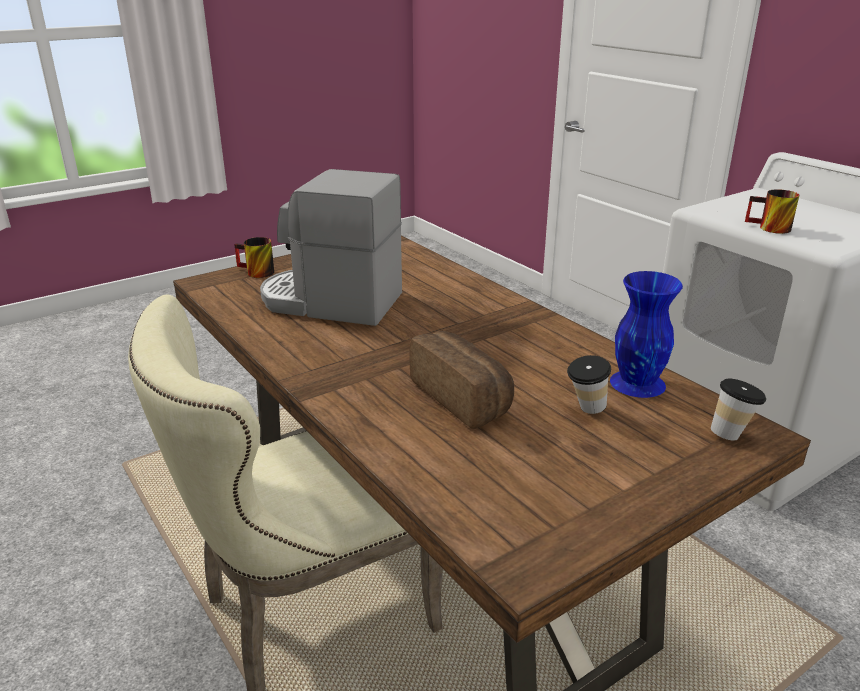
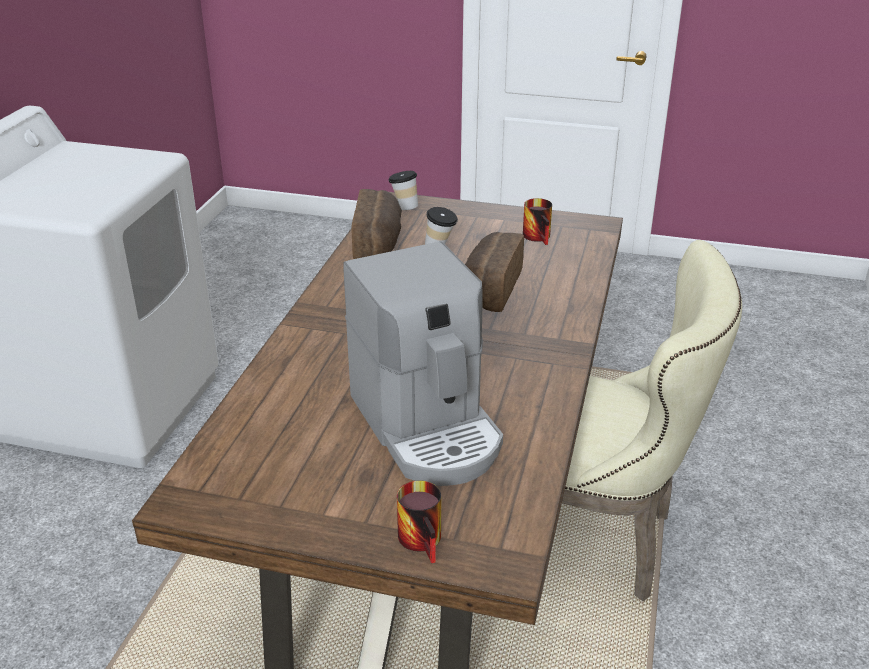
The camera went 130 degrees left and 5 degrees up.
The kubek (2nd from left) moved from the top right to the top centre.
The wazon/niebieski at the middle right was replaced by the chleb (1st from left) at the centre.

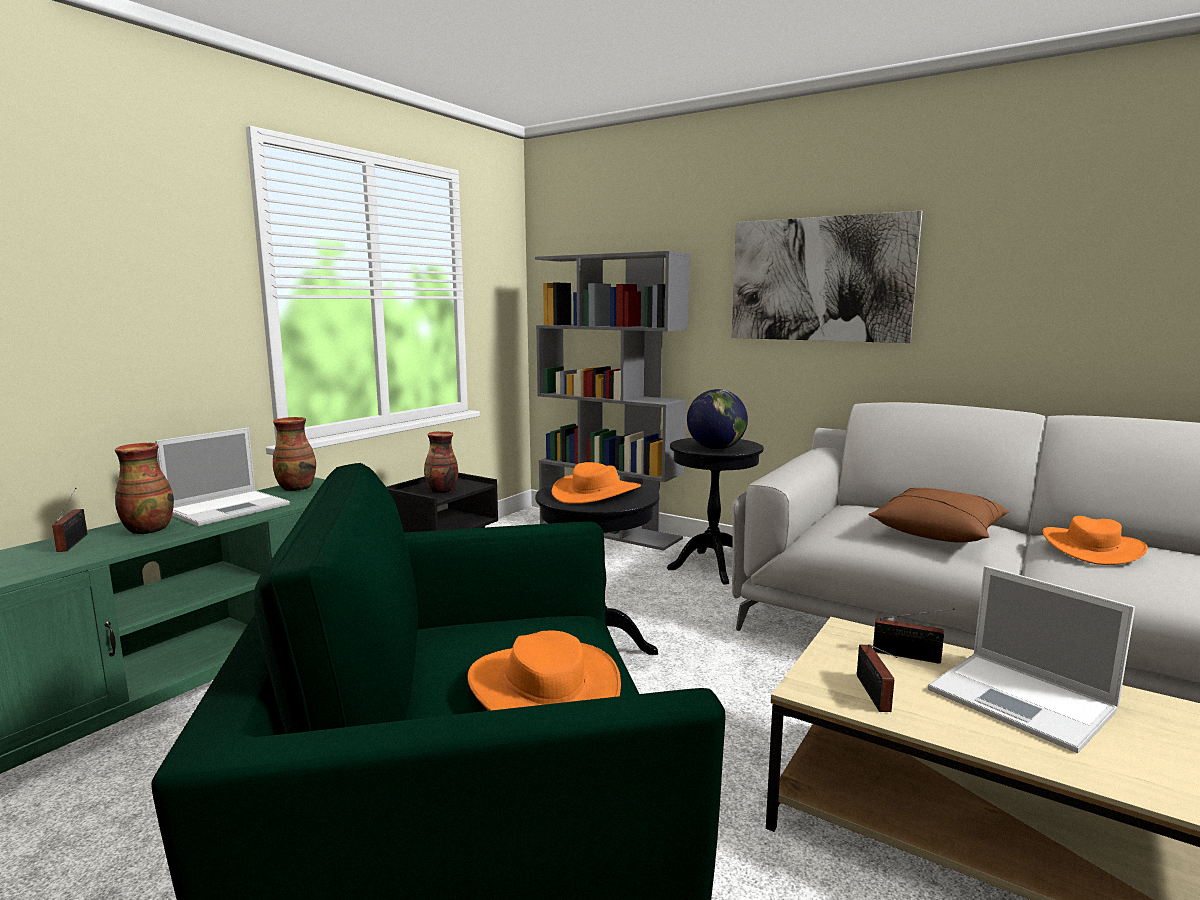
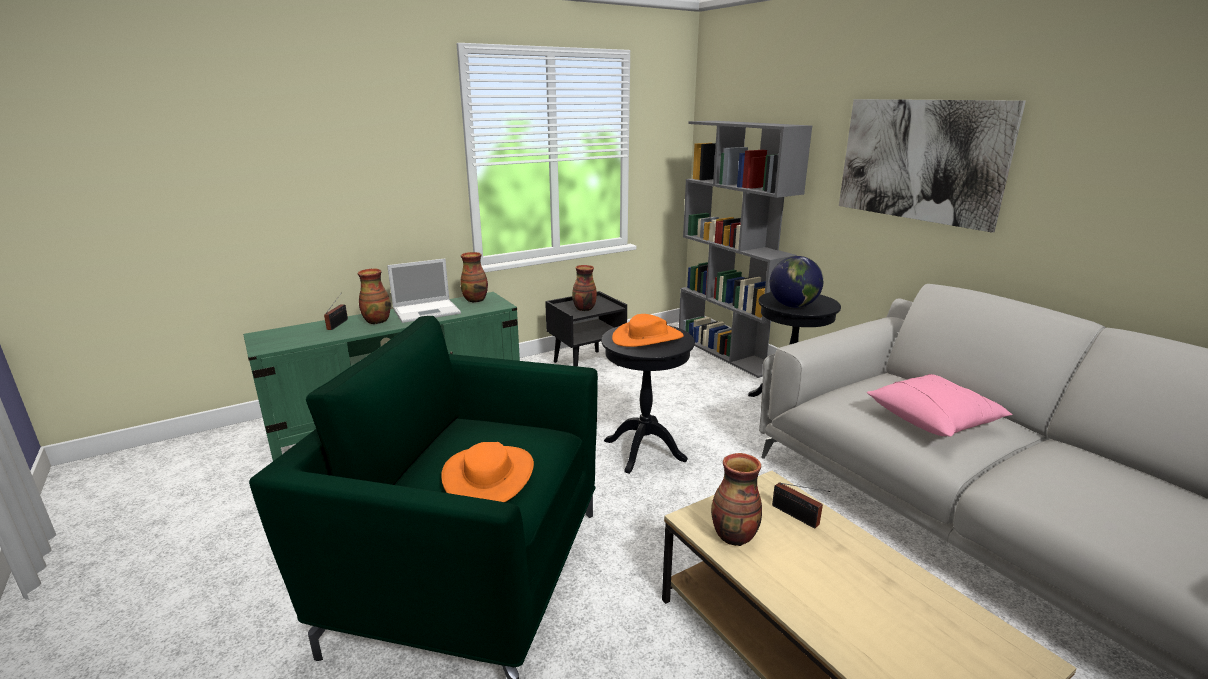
The camera went 25 degrees right and 10 degrees up.
The laptop (2nd from left) at the bottom right disappeared.
The kapelusz/pomarańczowy (3rd from left) at the middle right disappeared.
The radio (2nd from left) at the bottom right was replaced by the wazon (4th from left) at the bottom centre.
The poduszka/brązowy at the middle right became the poduszka/różowy at the middle right.

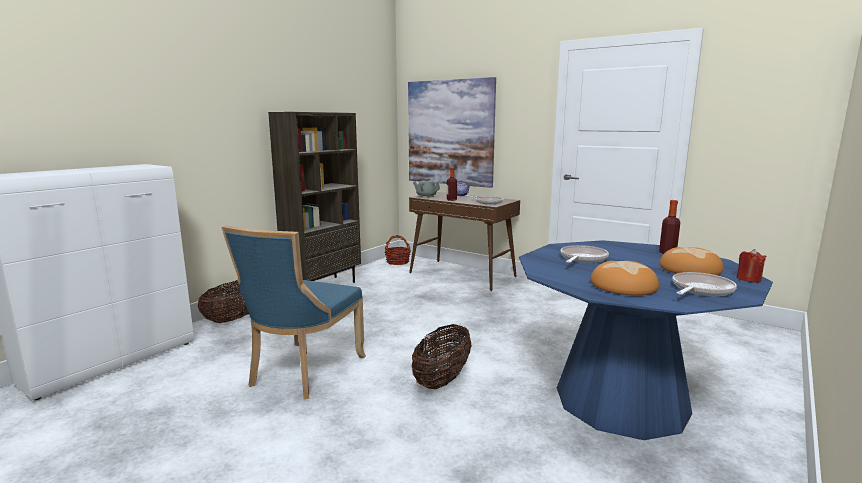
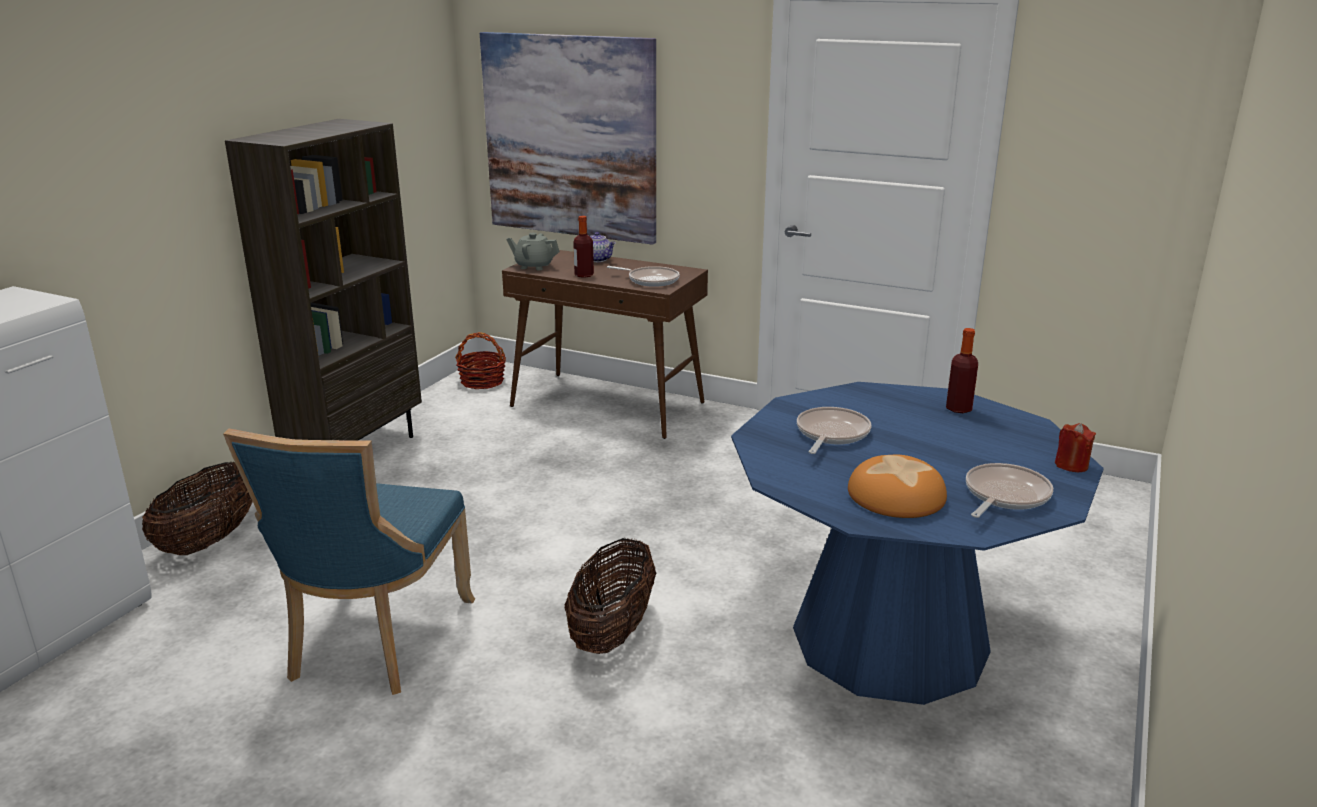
The camera went 10 degrees left and 10 degrees up.
The chleb (2nd from left) at the middle right disappeared.

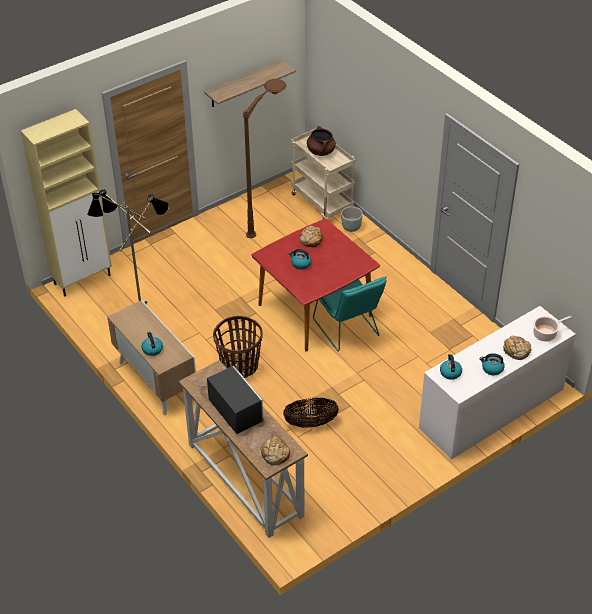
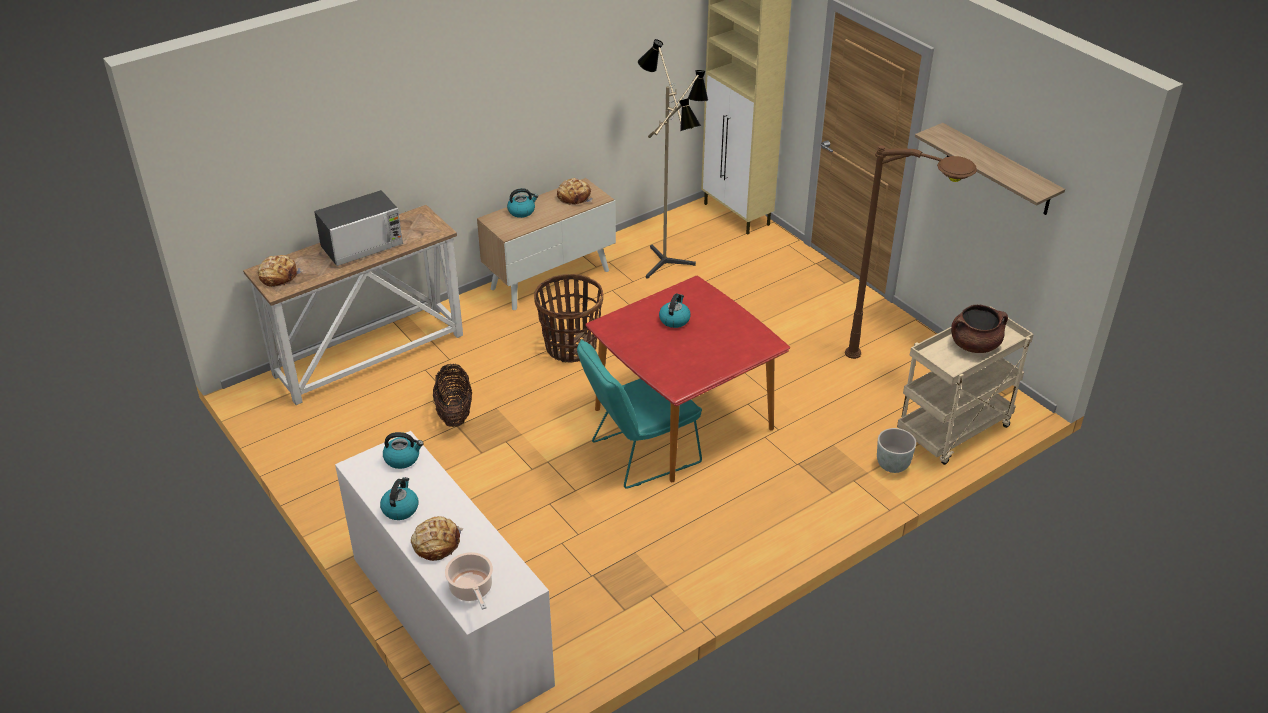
The camera went 90 degrees right and 5 degrees down.
The chleb (2nd from left in the first image) moved from the centre to the top centre.

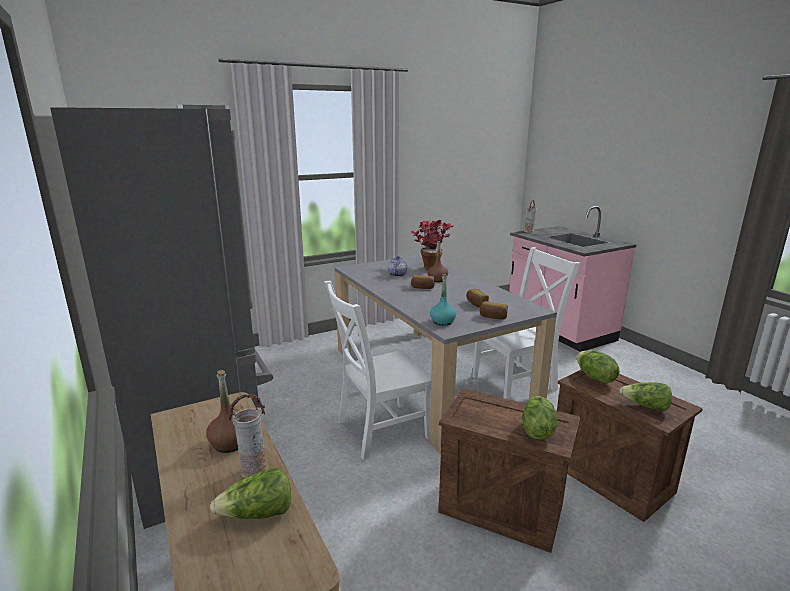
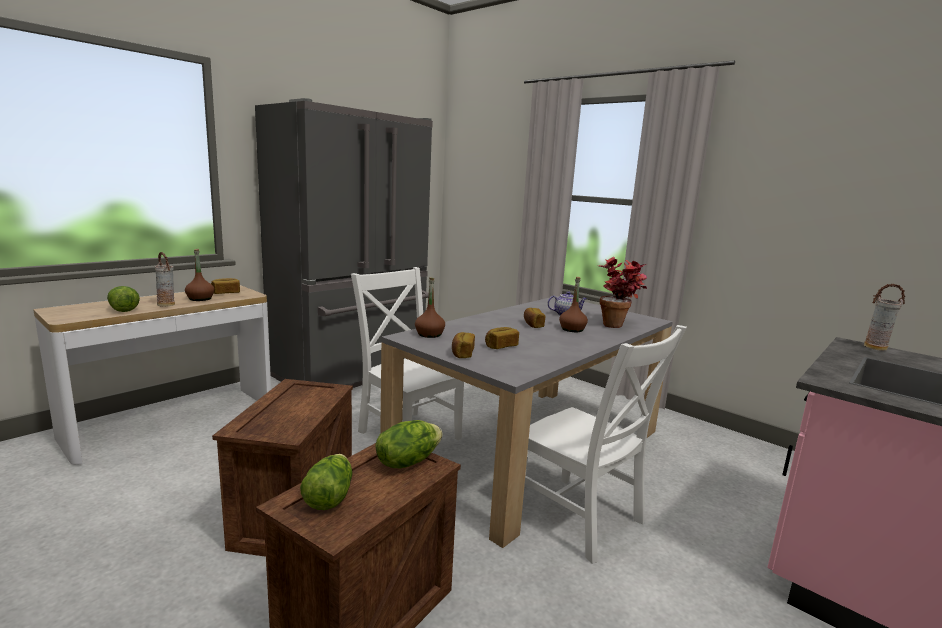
The camera went 70 degrees right and 5 degrees down.
The sałata (2nd from left) at the bottom right disappeared.
The chleb (1st from left) at the middle left appeared.
The butelka/turkusowy at the centre became the butelka/brązowy (2nd from left) at the centre.

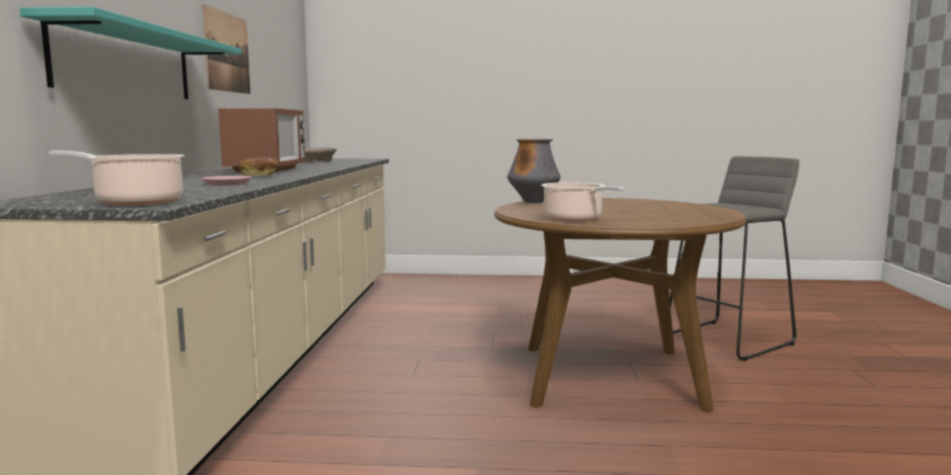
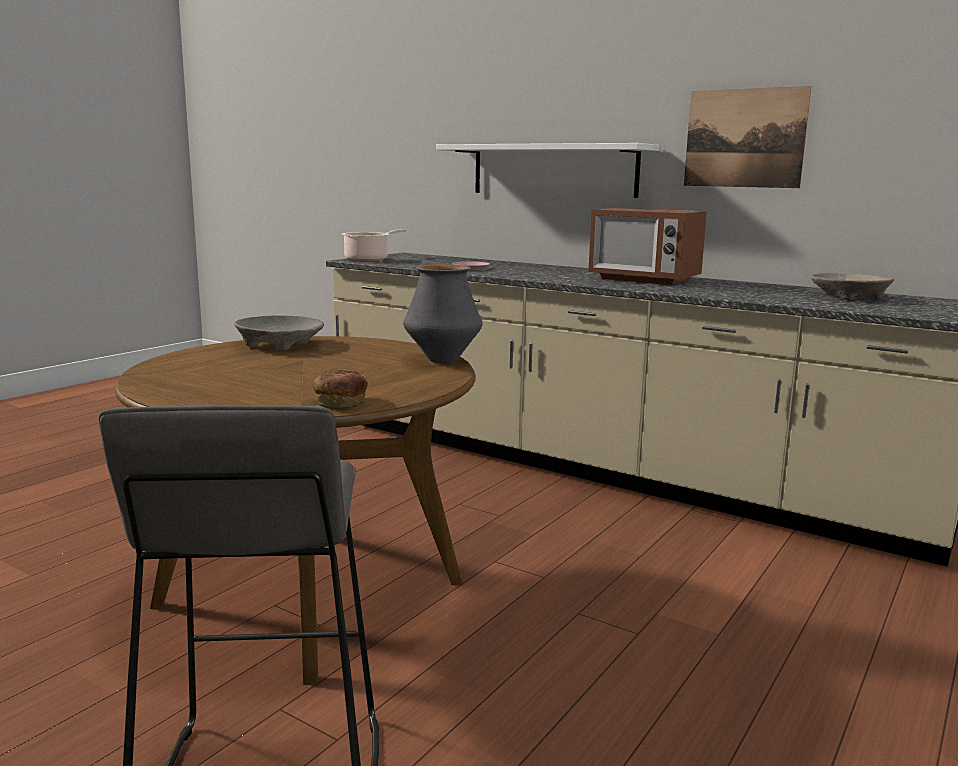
The camera went 120 degrees right and 5 degrees up.
The chleb moved from the middle left to the centre.
The garnek (2nd from left) at the centre was replaced by the miska/beżowy (1st from left) at the middle left.
The półka/turkusowy at the top left became the półka/biały at the top centre.

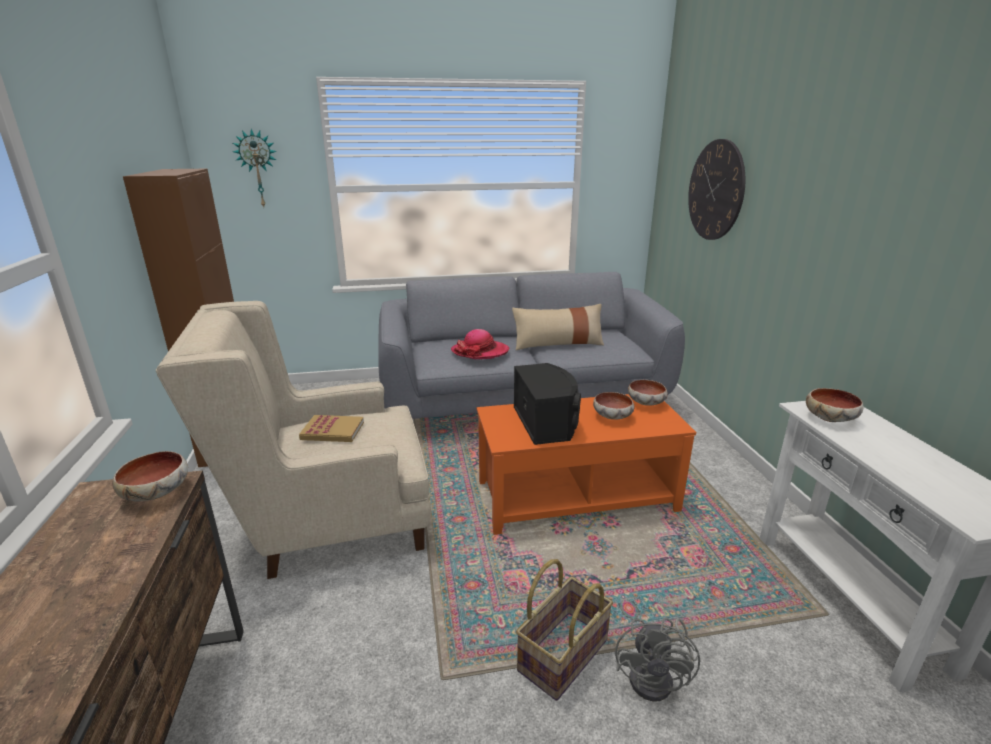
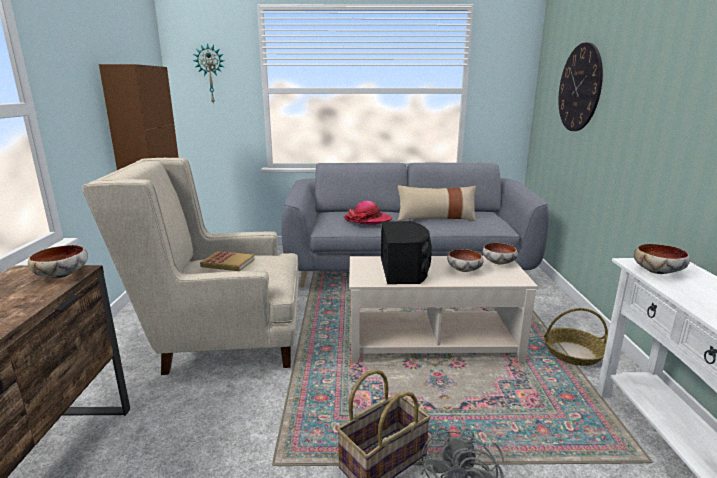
The camera went 10 degrees right and 5 degrees down.
The koszyk (2nd from left) at the bottom right appeared.
The ława/pomarańczowy at the centre became the ława/beżowy at the centre.

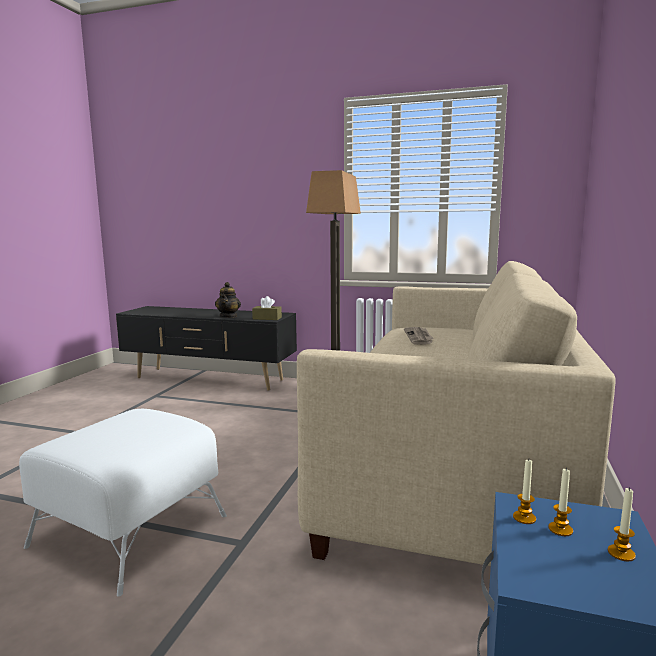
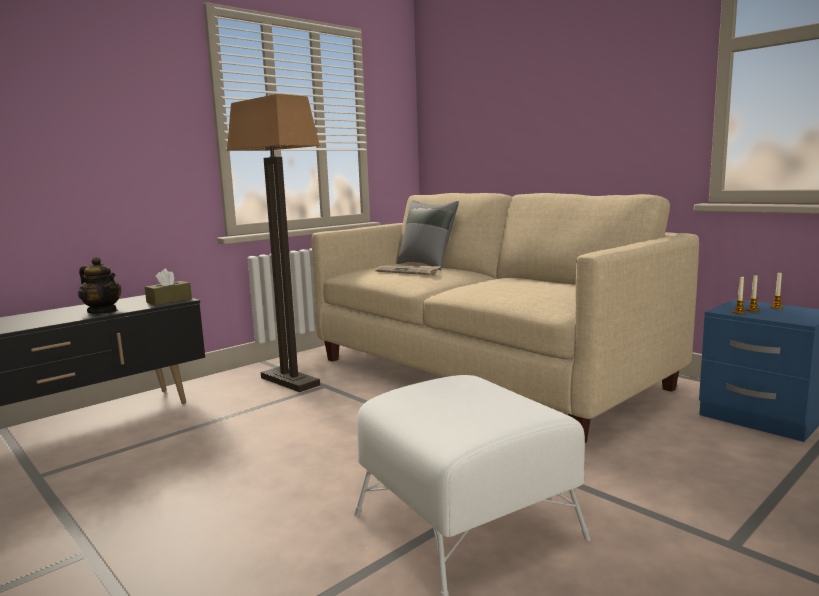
The camera went 60 degrees left and 0 degrees up.
The poduszka/szary at the centre appeared.

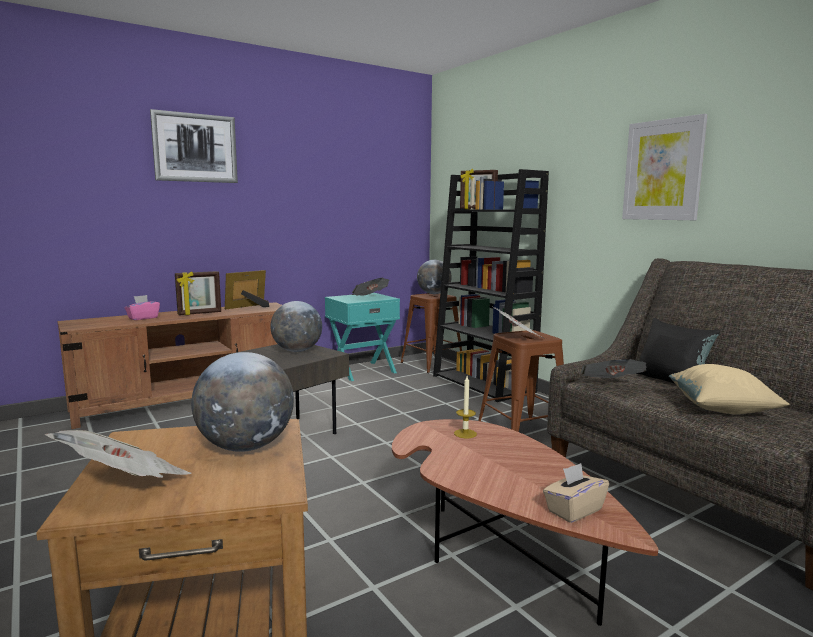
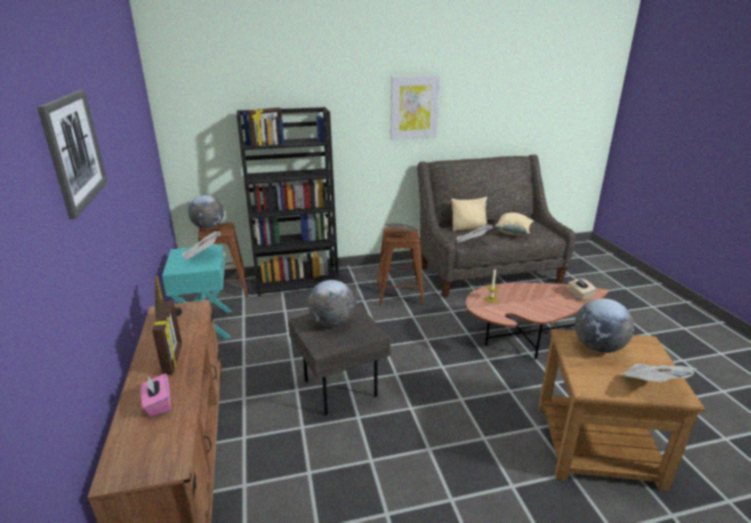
The camera went 70 degrees left and 15 degrees up.
The poduszka/czarny at the middle right became the poduszka/beżowy (1st from left) at the centre.

